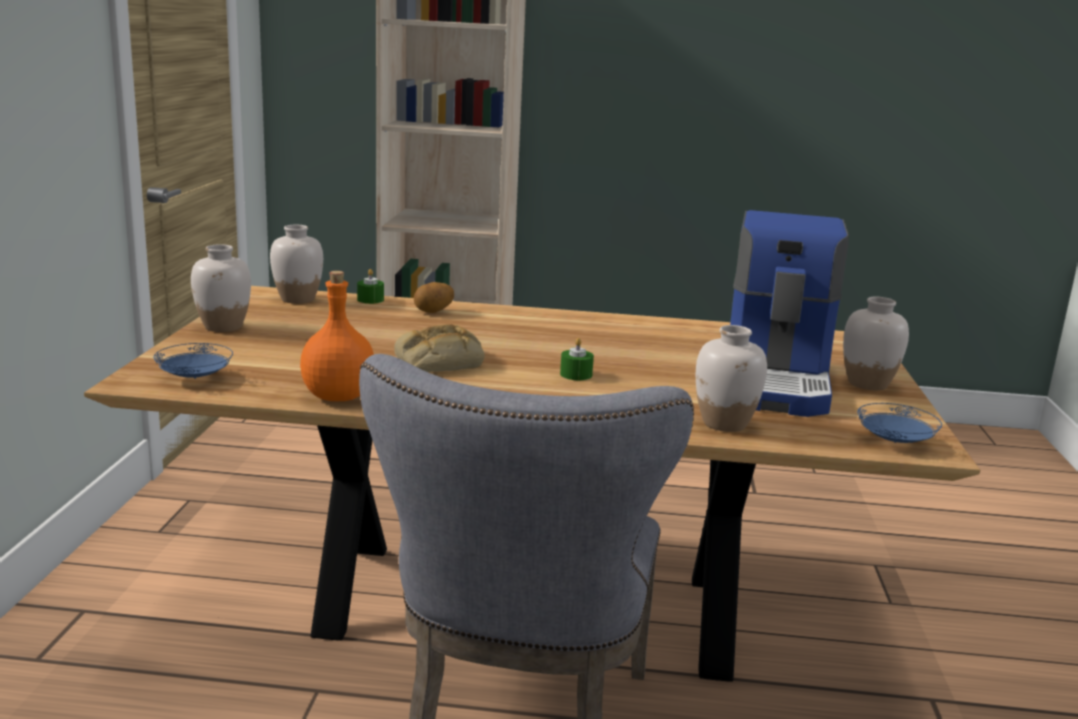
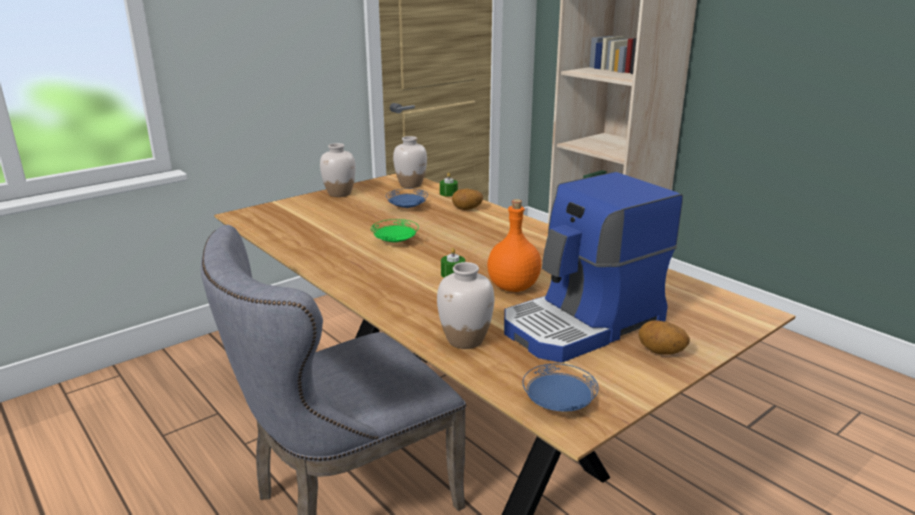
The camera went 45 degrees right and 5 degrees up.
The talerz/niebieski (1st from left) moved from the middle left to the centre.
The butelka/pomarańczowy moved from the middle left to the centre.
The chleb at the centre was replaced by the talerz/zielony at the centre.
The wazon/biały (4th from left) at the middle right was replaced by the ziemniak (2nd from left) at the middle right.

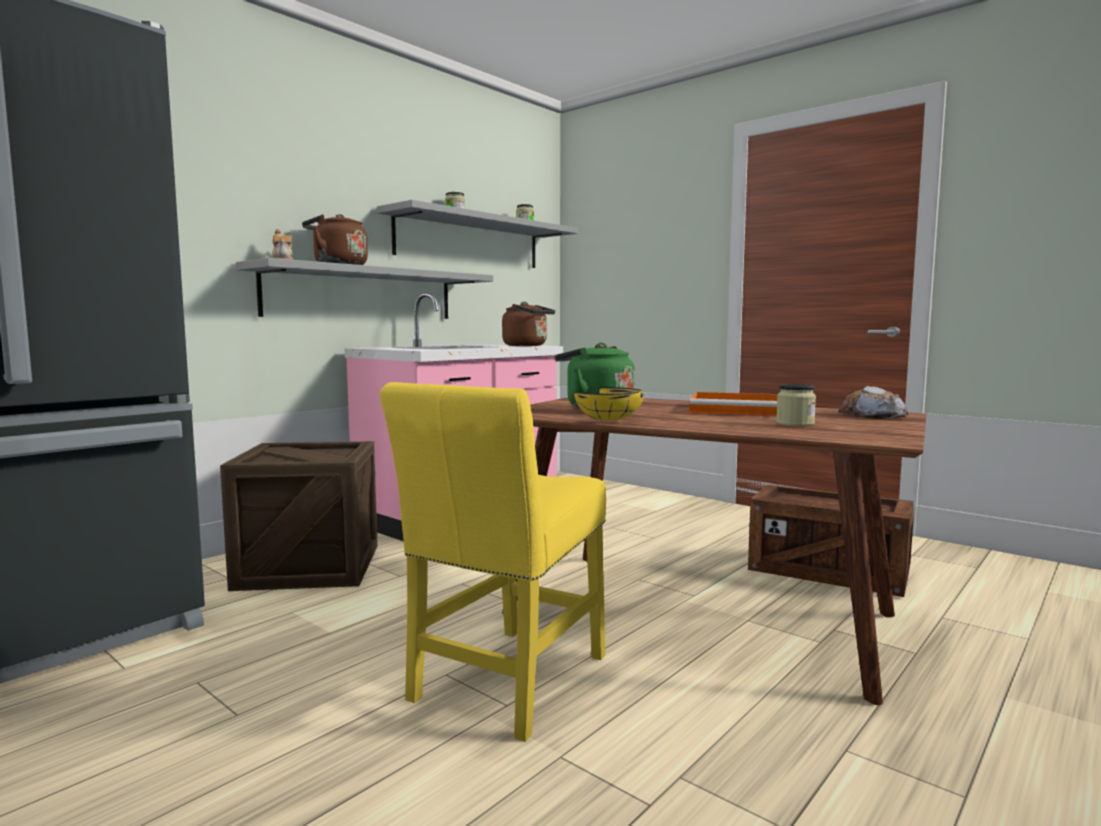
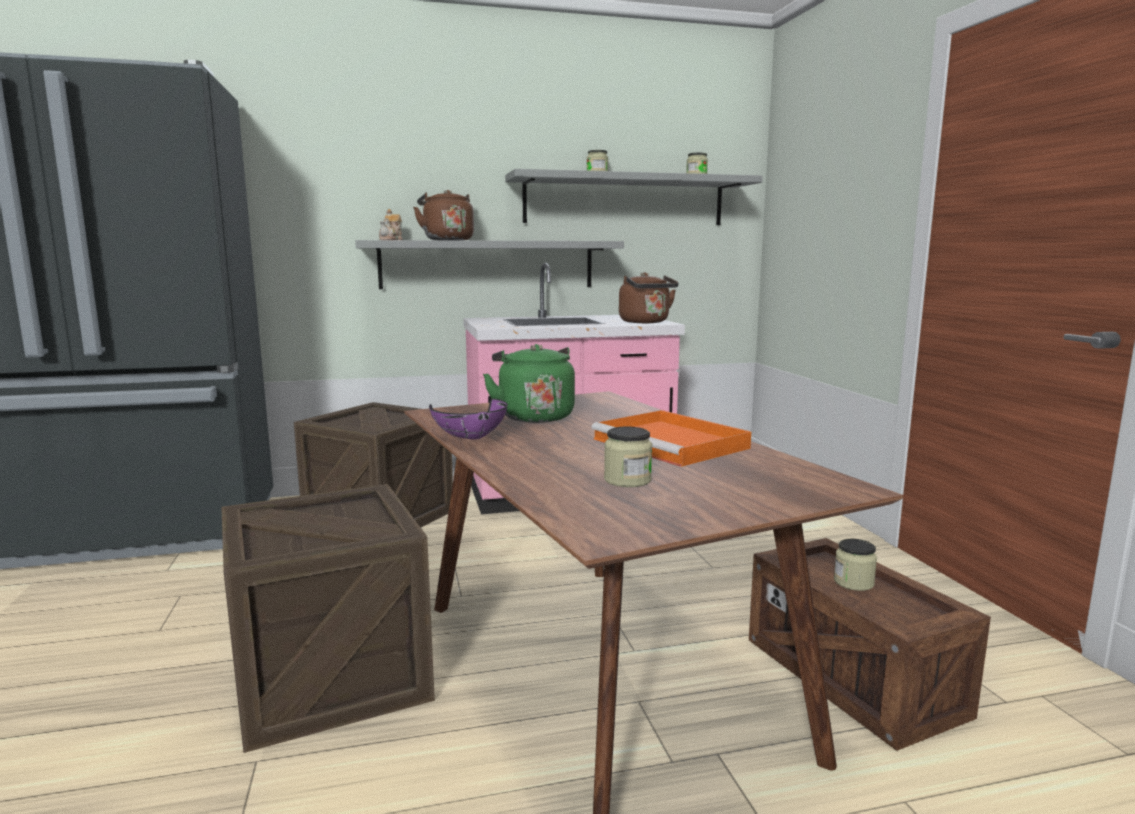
The camera went 35 degrees right and 5 degrees up.
The chleb at the middle right disappeared.
The słoik (4th from left) at the bottom right appeared.
The krzesło/żółty at the bottom centre was replaced by the skrzynka (1st from left) at the bottom left.
The miska/żółty at the centre became the miska/fioletowy at the centre.

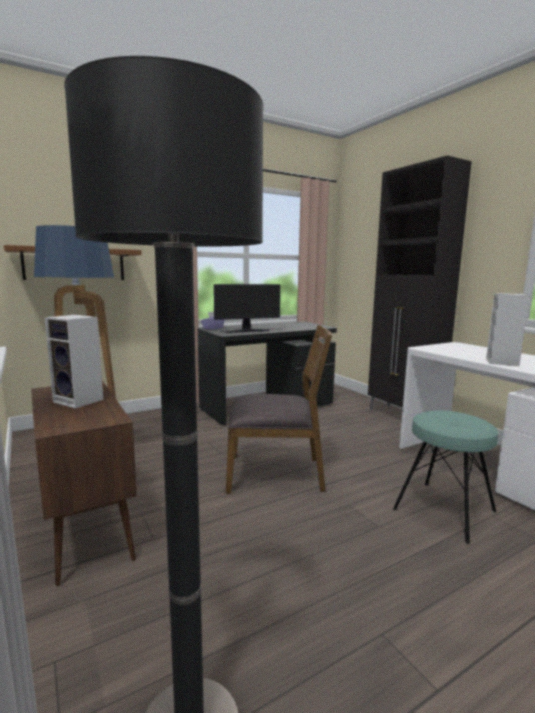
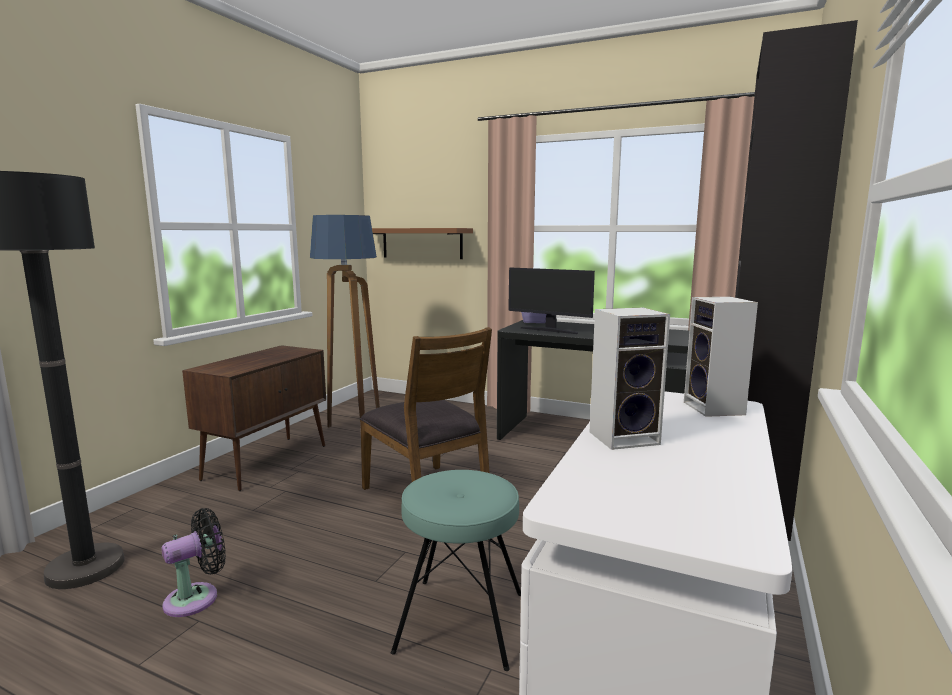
The camera went 55 degrees right and 0 degrees up.
The wentylator/czarny at the bottom left appeared.
The głośnik (1st from left in the first image) moved from the middle left to the middle right.

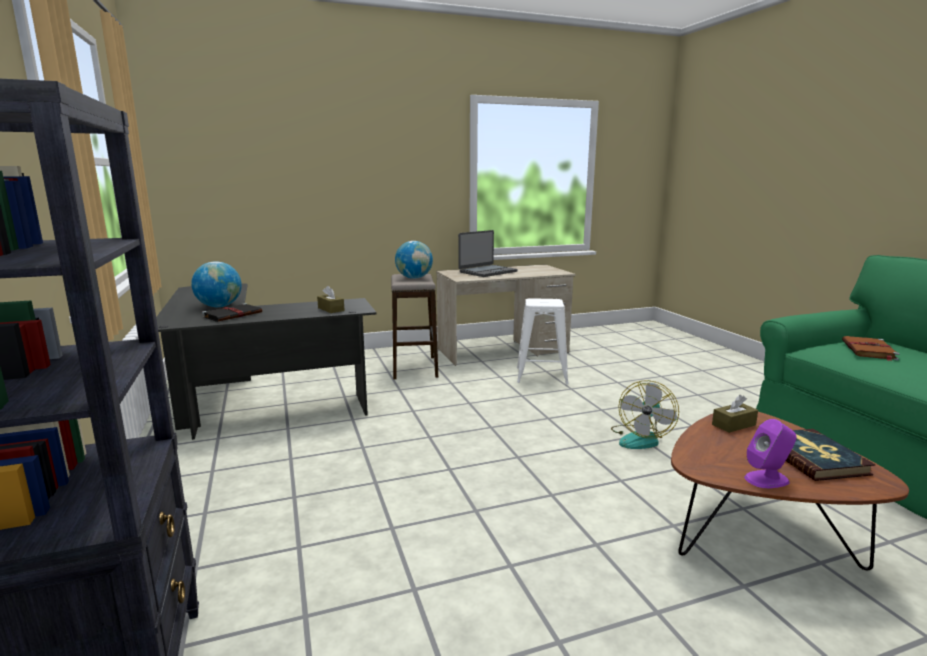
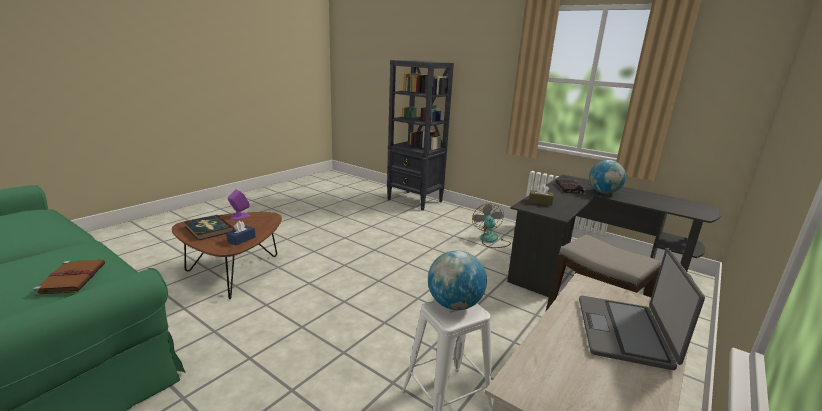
The camera went 145 degrees right and 5 degrees up.
The globus (2nd from left in the first image) moved from the centre to the bottom centre.
The wentylator moved from the middle right to the centre.
The pudełko chusteczek/brązowy (2nd from left) at the middle right became the pudełko chusteczek/niebieski at the middle left.

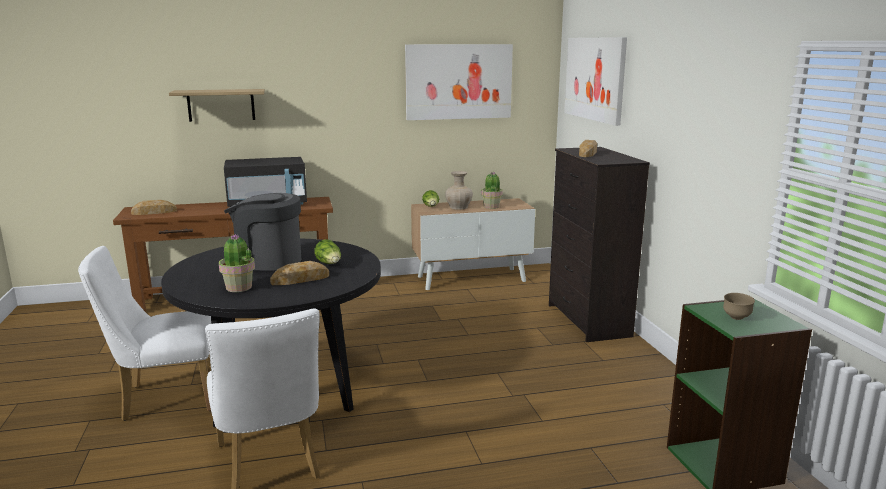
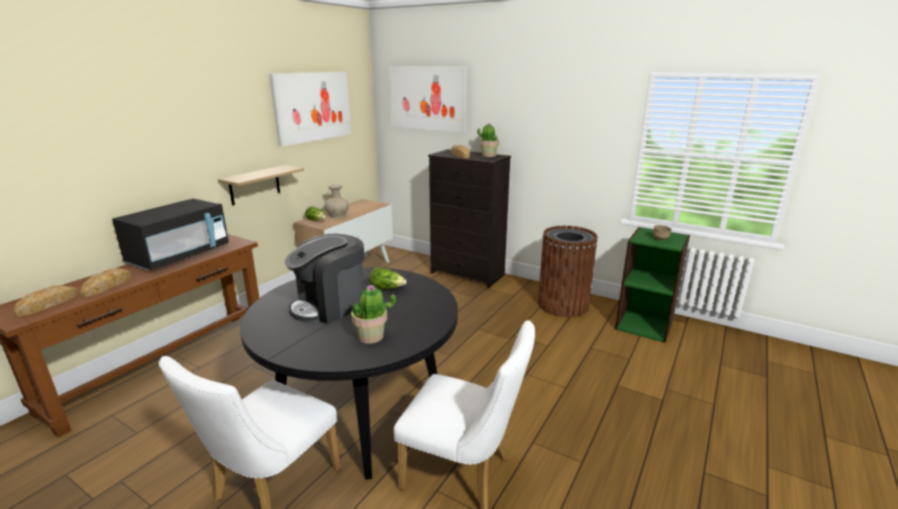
The camera went 45 degrees left and 5 degrees up.
The kosz na śmieci/brązowy at the centre appeared.
The półka moved from the top left to the middle left.
The chleb (2nd from left) moved from the centre to the middle left.
The roślina doniczkowa (2nd from left) moved from the centre to the top centre.

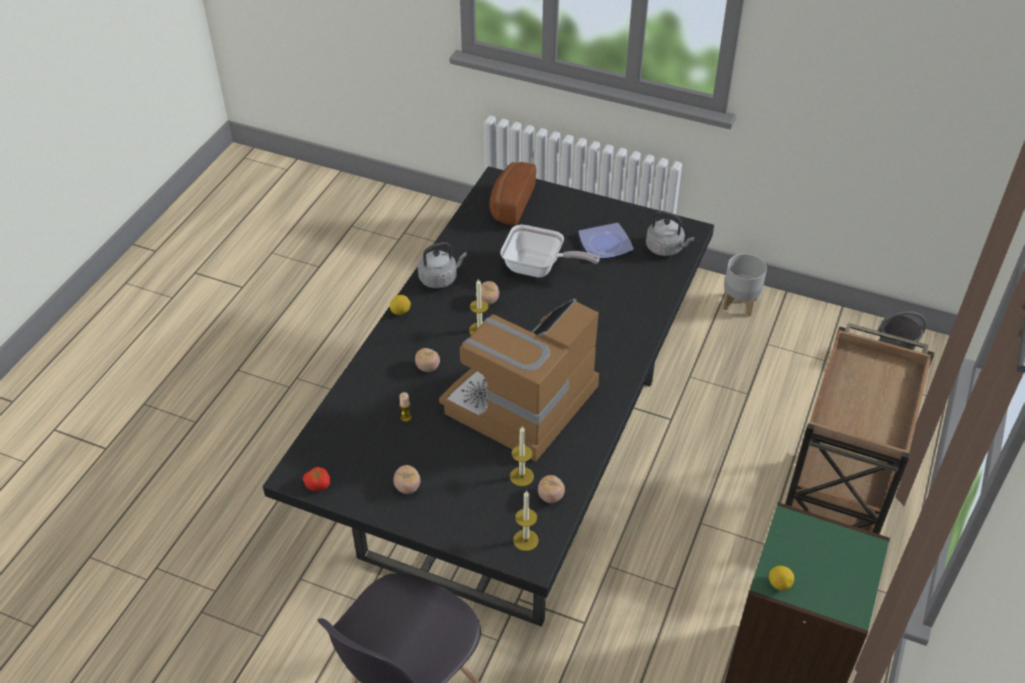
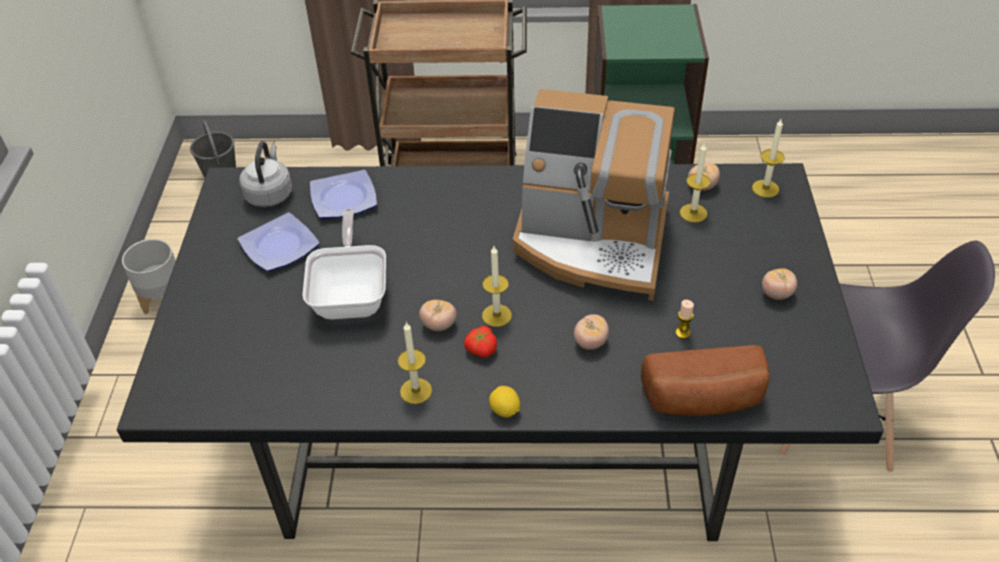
The camera went 110 degrees left and 0 degrees up.
The cytryna (2nd from left) at the bottom right disappeared.
The talerz (2nd from left) at the centre appeared.
The pomidor (1st from left in the first image) moved from the bottom left to the centre.
The chleb moved from the top centre to the bottom right.
The czajnik/szary (1st from left) at the centre was replaced by the świeca (1st from left) at the centre.

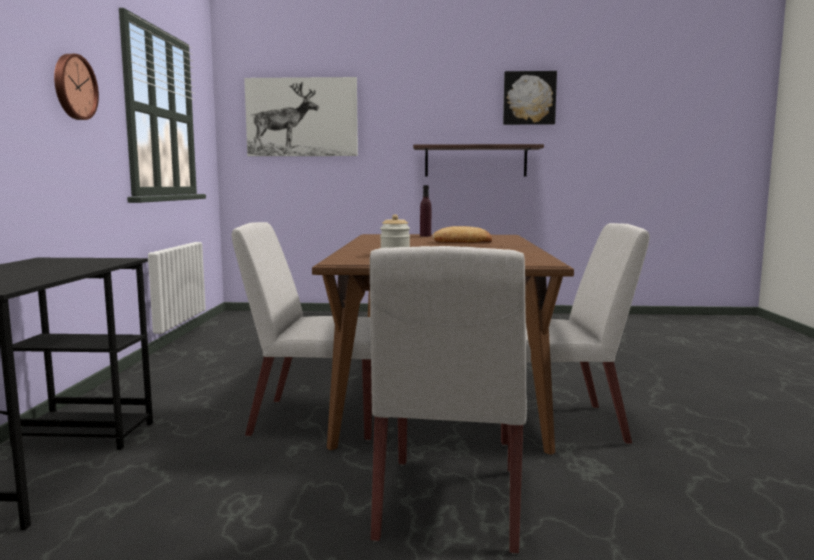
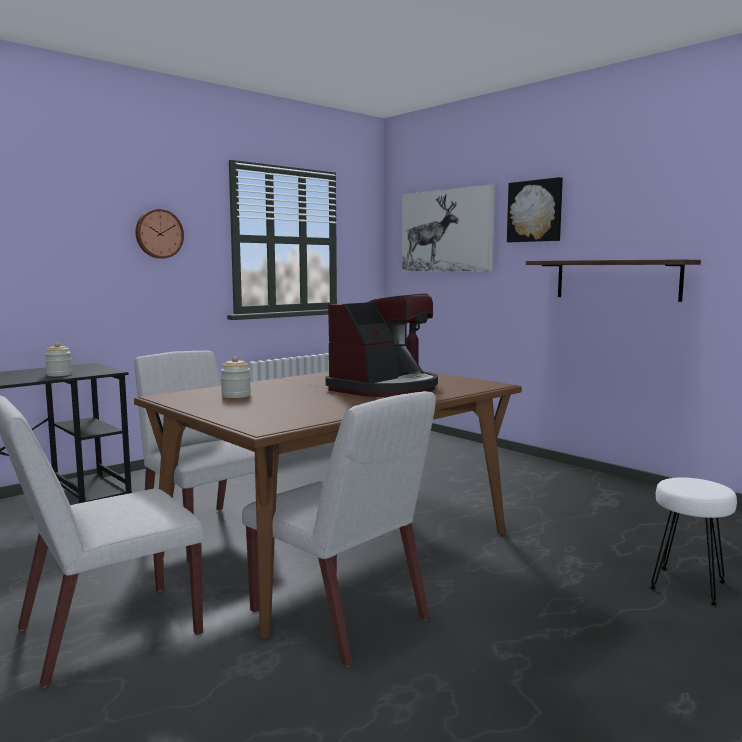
The camera went 45 degrees right and 0 degrees up.
The słoik (1st from left) at the middle left appeared.
The stołek/biały at the bottom right appeared.
The obraz (2nd from left) moved from the top centre to the top right.
The chleb at the centre was replaced by the ekspres do kawy at the centre.

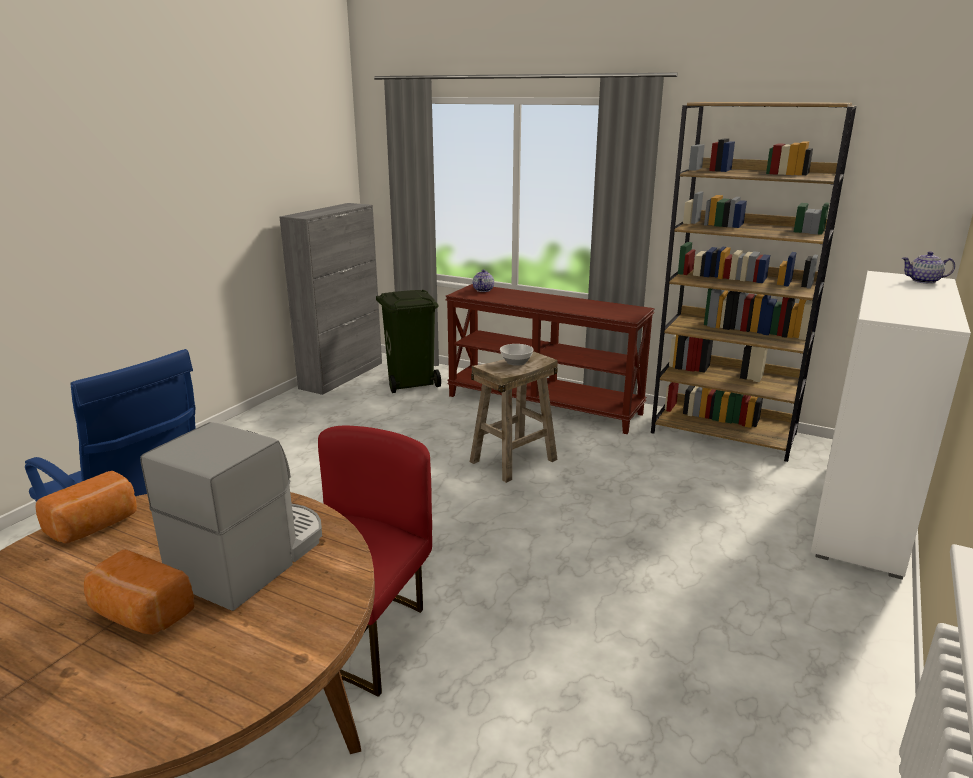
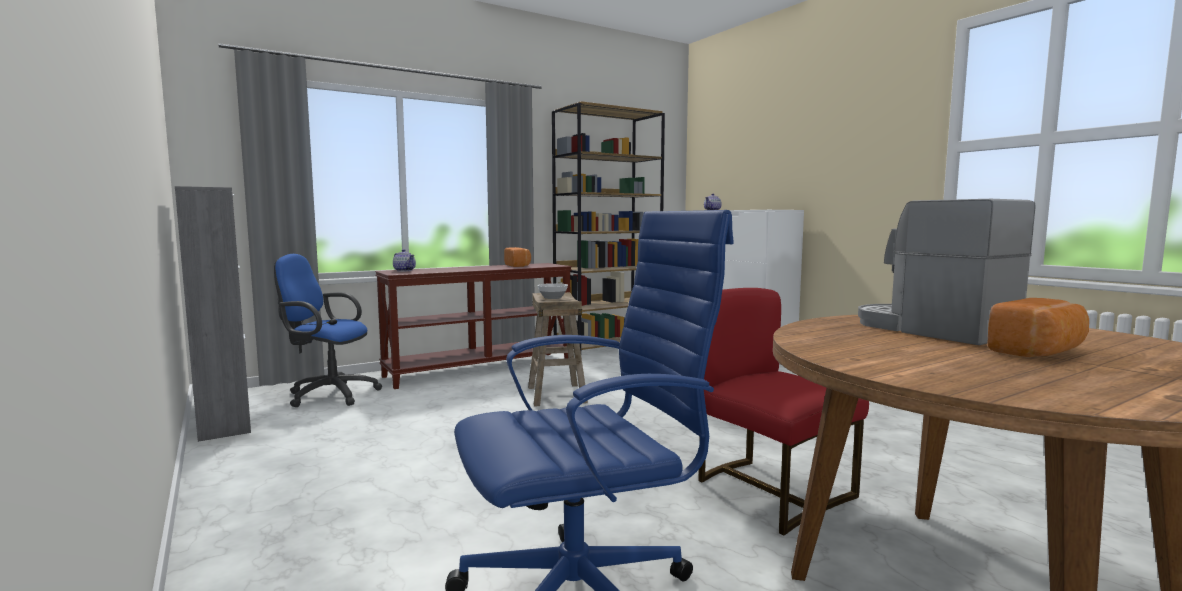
The camera went 60 degrees left and 15 degrees down.
The chleb (1st from left) moved from the middle left to the centre.
The kosz na śmieci/zielony at the centre was replaced by the krzesło biurowe/niebieski (1st from left) at the middle left.

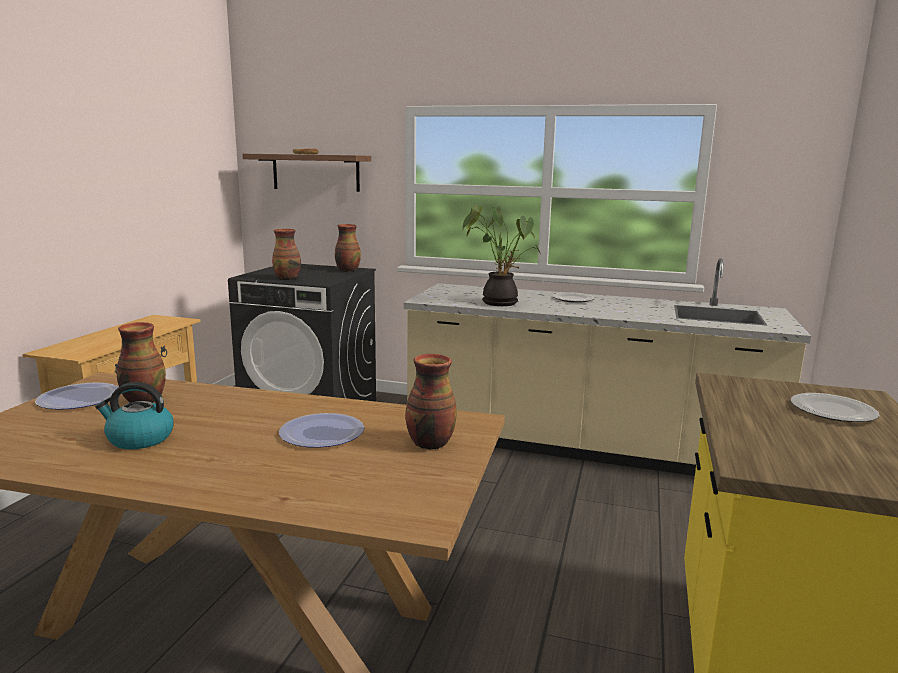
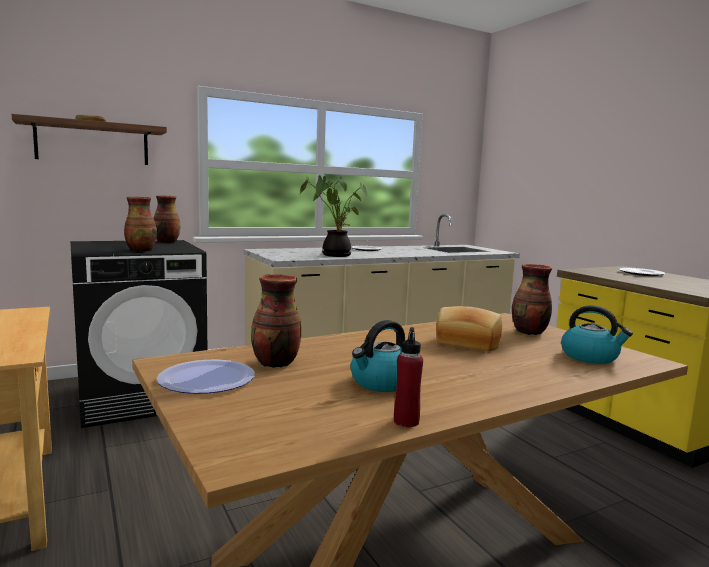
The camera went 45 degrees left and 5 degrees down.
The butelka/czerwony at the centre appeared.
The czajnik (2nd from left) at the middle right appeared.
The talerz (2nd from left) at the centre was replaced by the chleb (2nd from left) at the centre.

